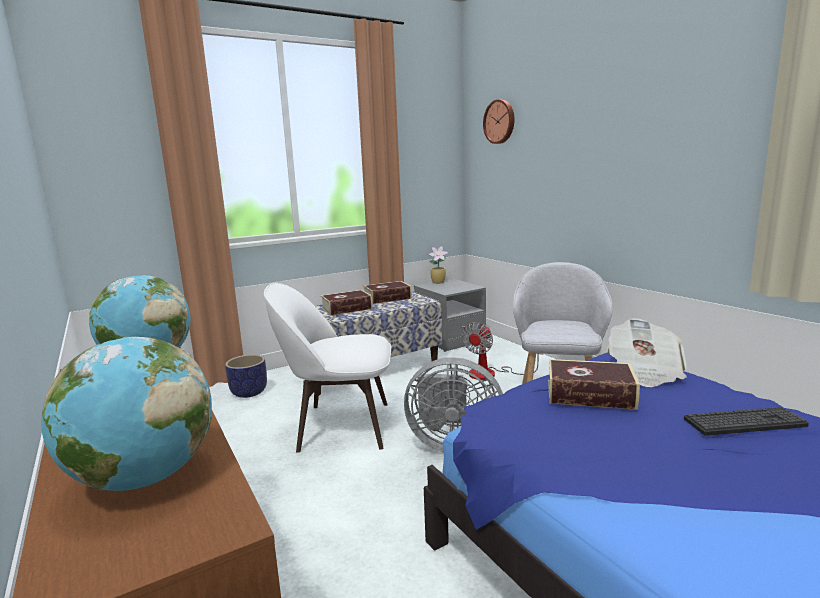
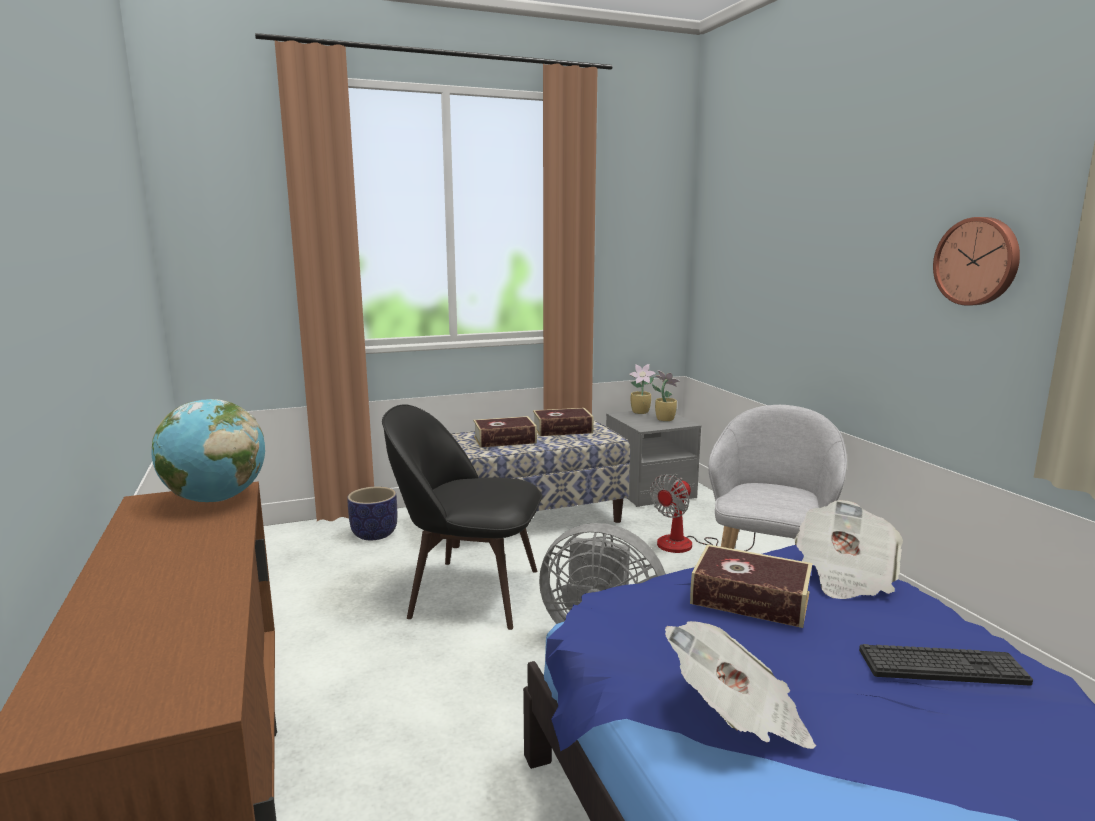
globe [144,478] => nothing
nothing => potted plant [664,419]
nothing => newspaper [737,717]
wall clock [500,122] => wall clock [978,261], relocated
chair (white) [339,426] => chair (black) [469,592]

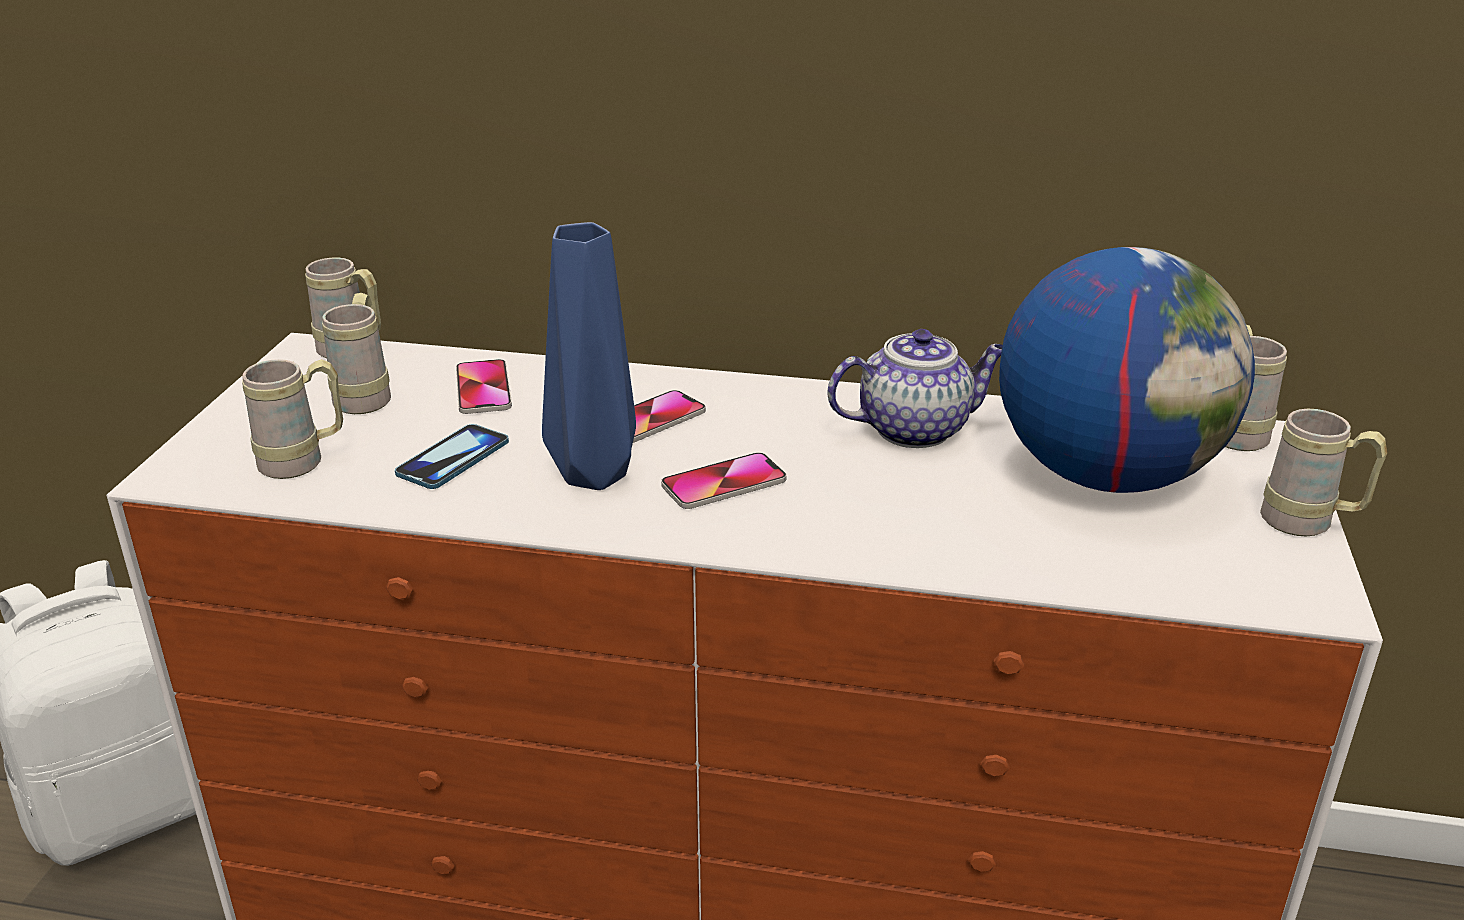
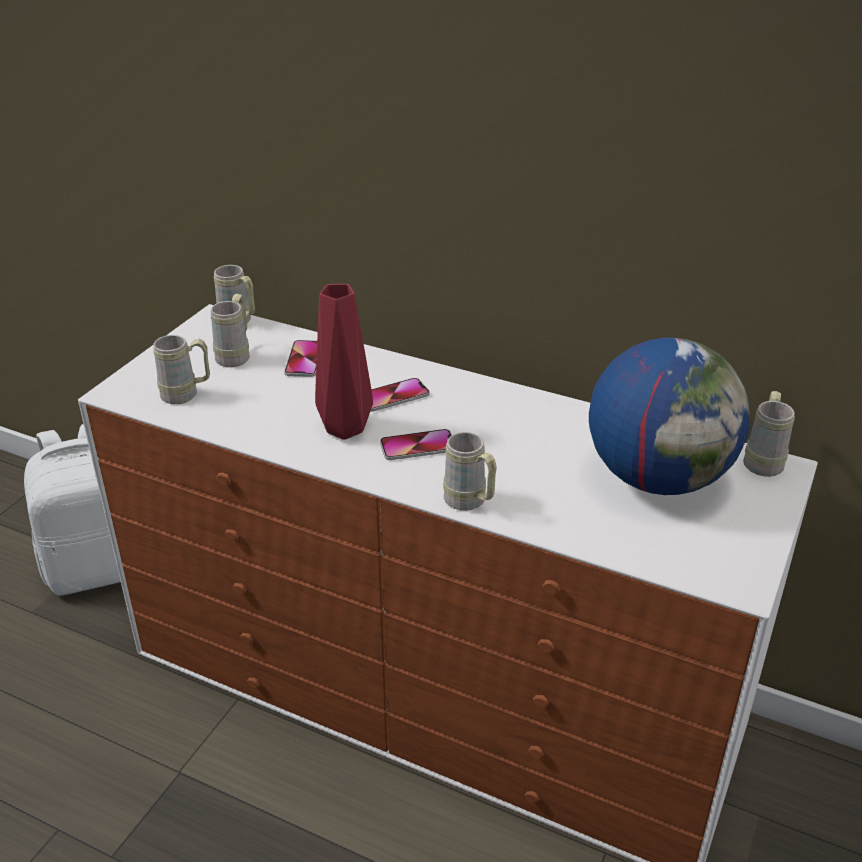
phone [453,459] => nothing
teapot [915,429] => nothing
mug (beige) [1309,524] => mug (beige) [470,503], relocated
vase (blue) [590,475] => vase (red) [342,428]

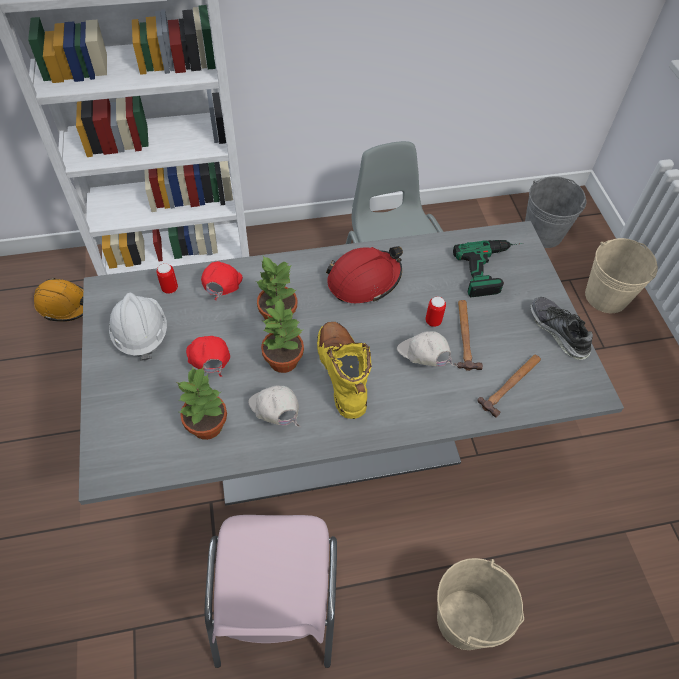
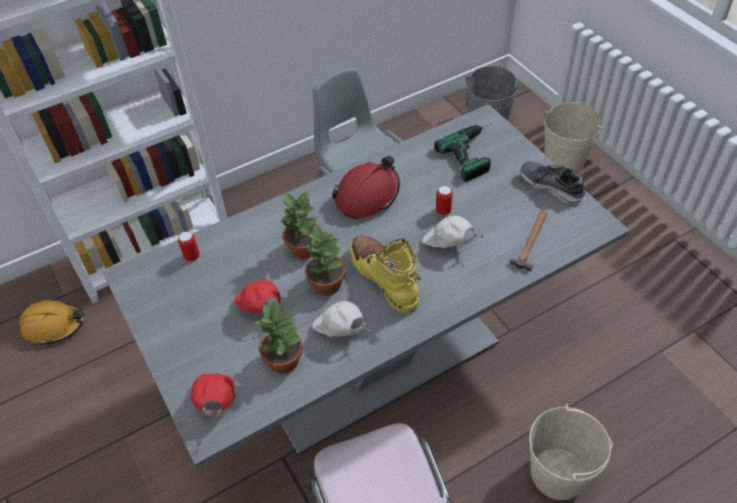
hard hat (white) [141,334] => nothing
hammer [465,336] => nothing
cap (red) [222,288] => cap (red) [215,401], relocated

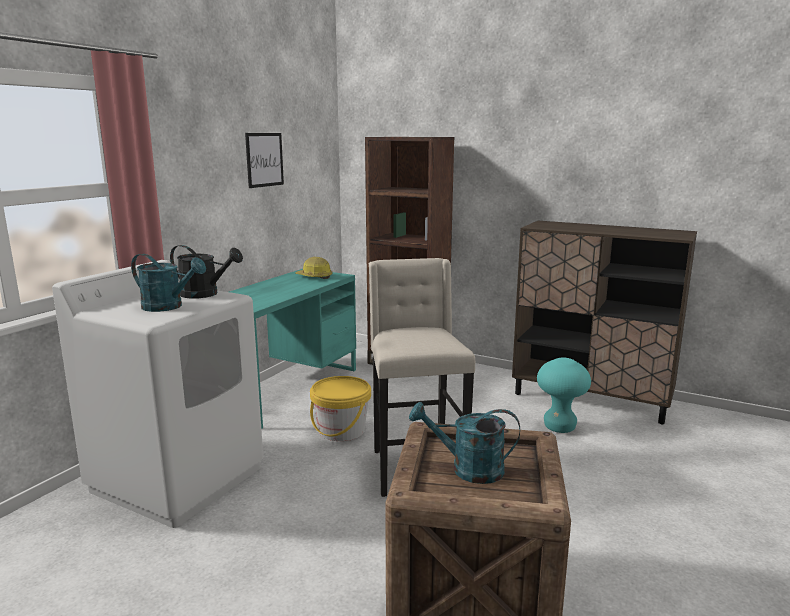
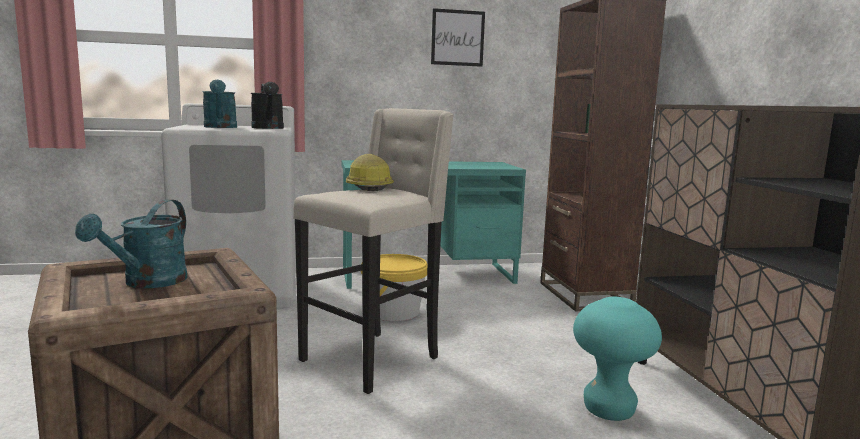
hard hat [314,277] => hard hat [368,187], relocated
watering can (turquoise) [467,469] => watering can (turquoise) [148,283], 135 degrees counterclockwise

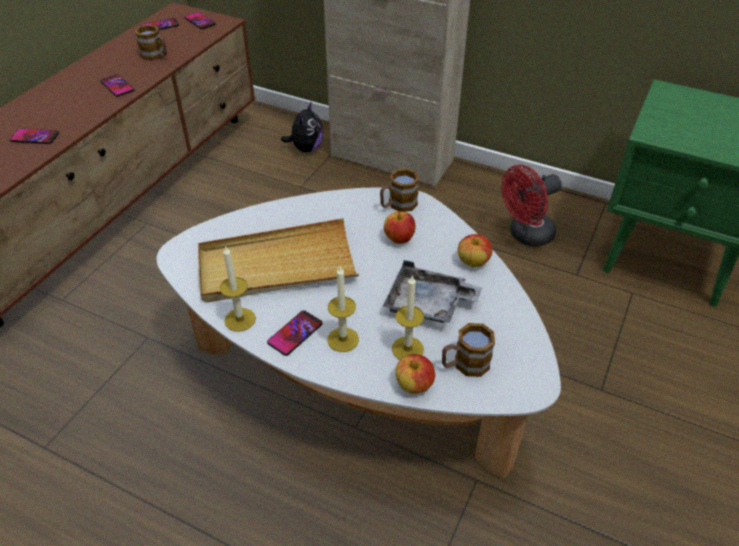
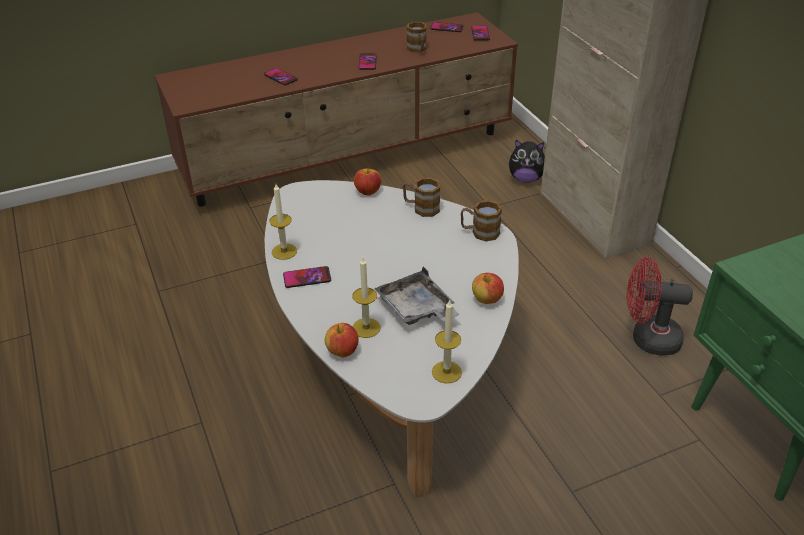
tray (beige) [276,266] => nothing
candle [343,339] => candle [446,372], relocated
apple [399,238] => apple [368,192], relocated
mug [464,365] => mug [421,208], relocated
plush toy [306,148] => plush toy [526,179], 45 degrees clockwise

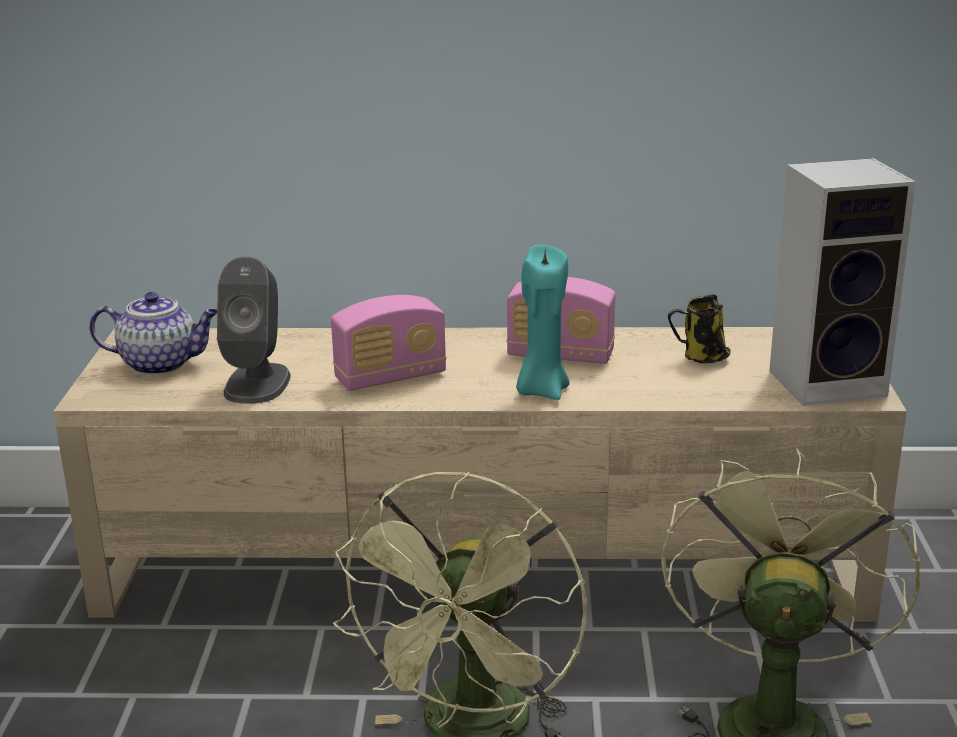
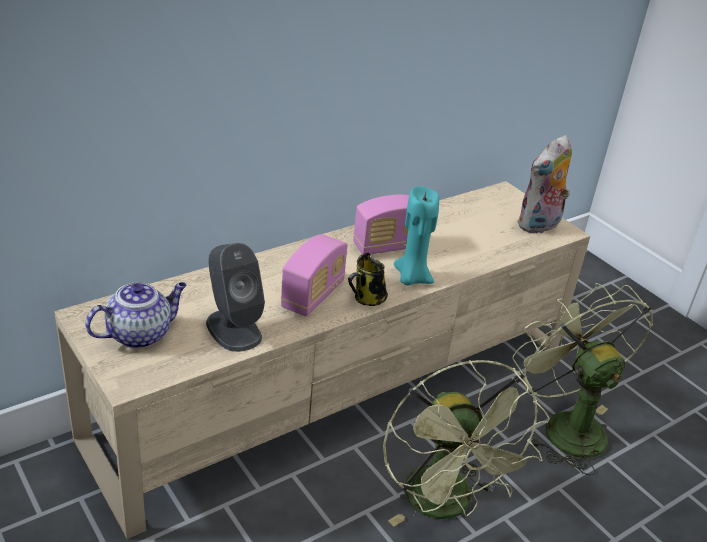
mug [702,358] => mug [367,299], relocated
speaker [830,382] => plush toy [539,226]

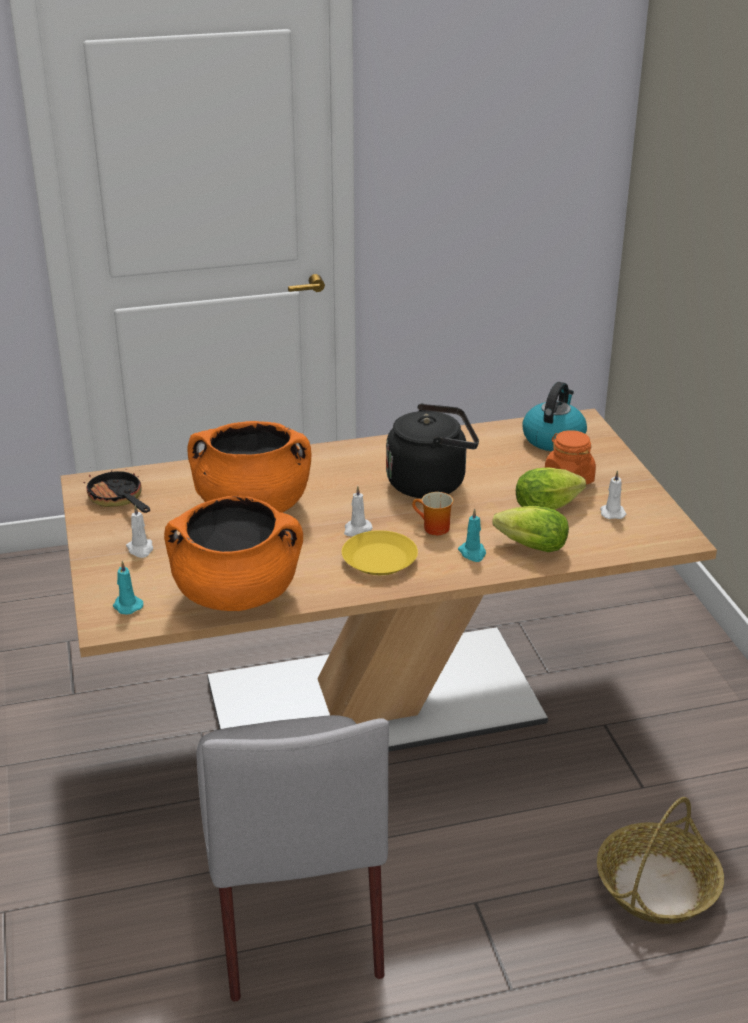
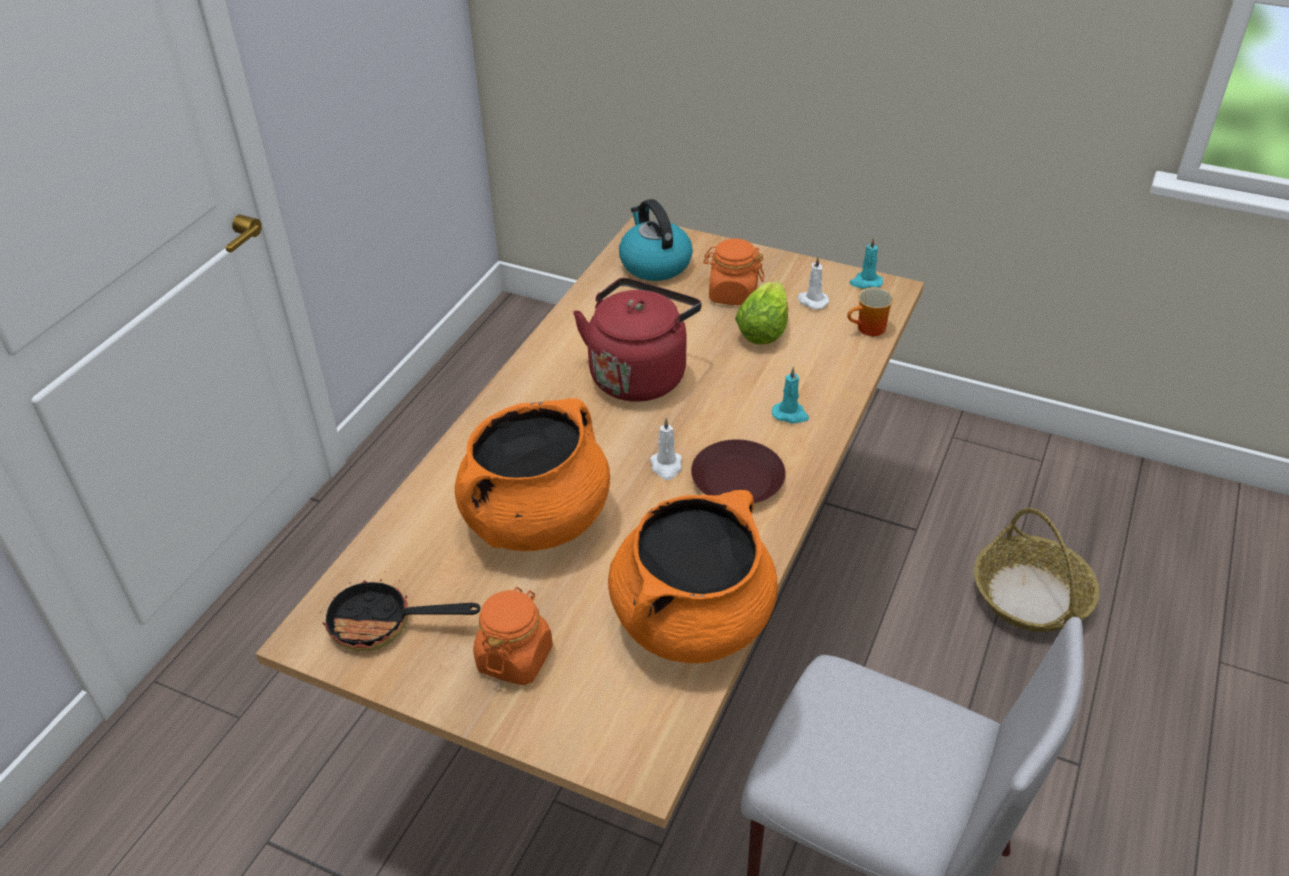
lettuce [528,546] => nothing
candle (turquoise) [127,605] => candle (turquoise) [865,282], relocated
mug [432,528] => mug [869,330], relocated
candle (white) [140,549] => jar (orange) [515,658]
plate (yellow) [380,560] => plate (brown) [738,480]
kettle (black) [431,483] => kettle (red) [640,374]

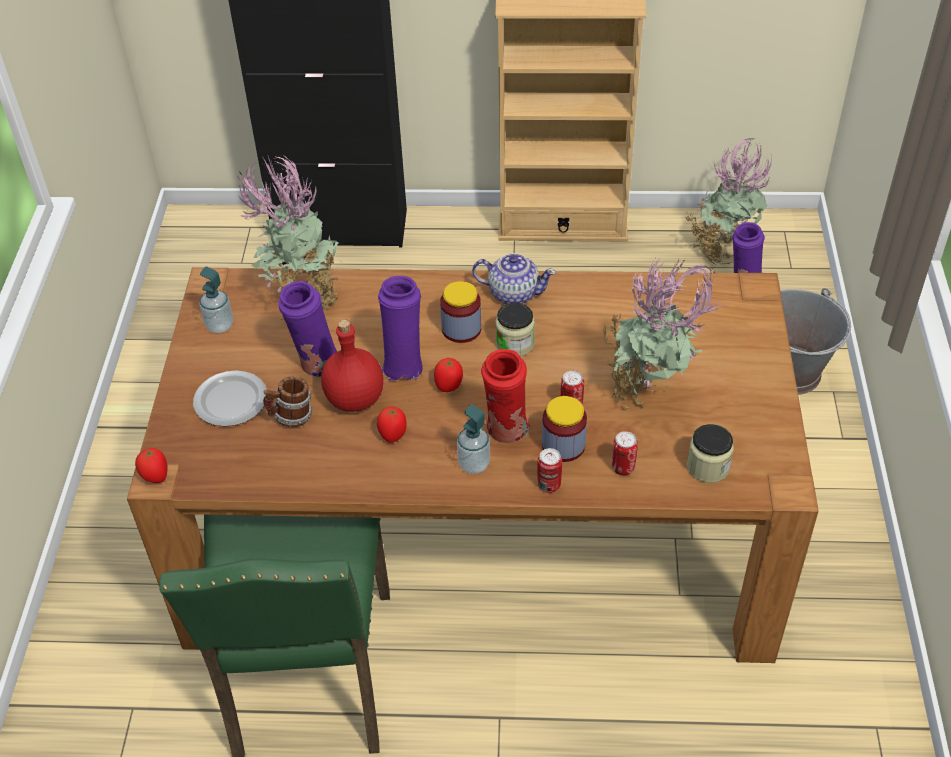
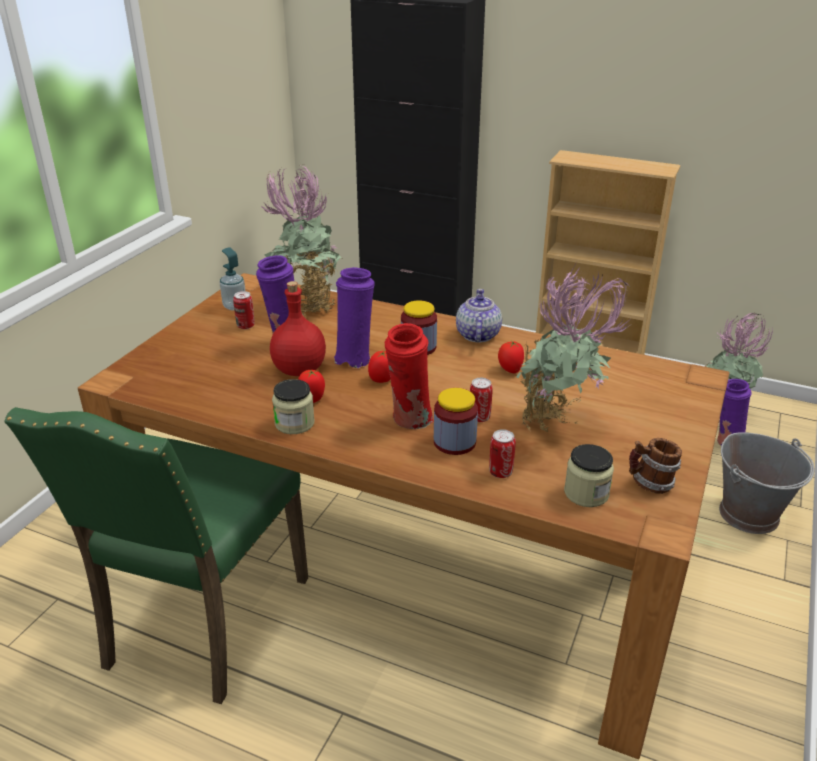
plate [230,400] => nothing
soap dispenser [474,464] => nothing
tomato [155,477] => tomato [510,370], relocated
mug [291,417] => mug [650,484], relocated
jar [515,343] => jar [294,423], relocated
can [549,485] => can [245,326], relocated
teapot [513,293] => teapot [477,335], 120 degrees counterclockwise

